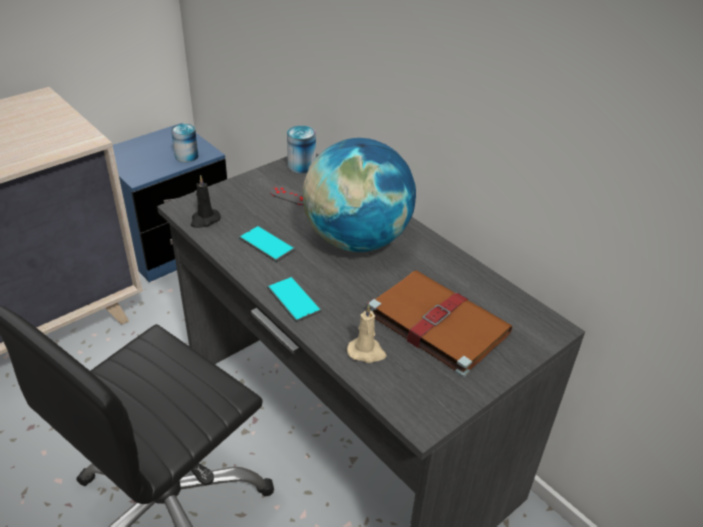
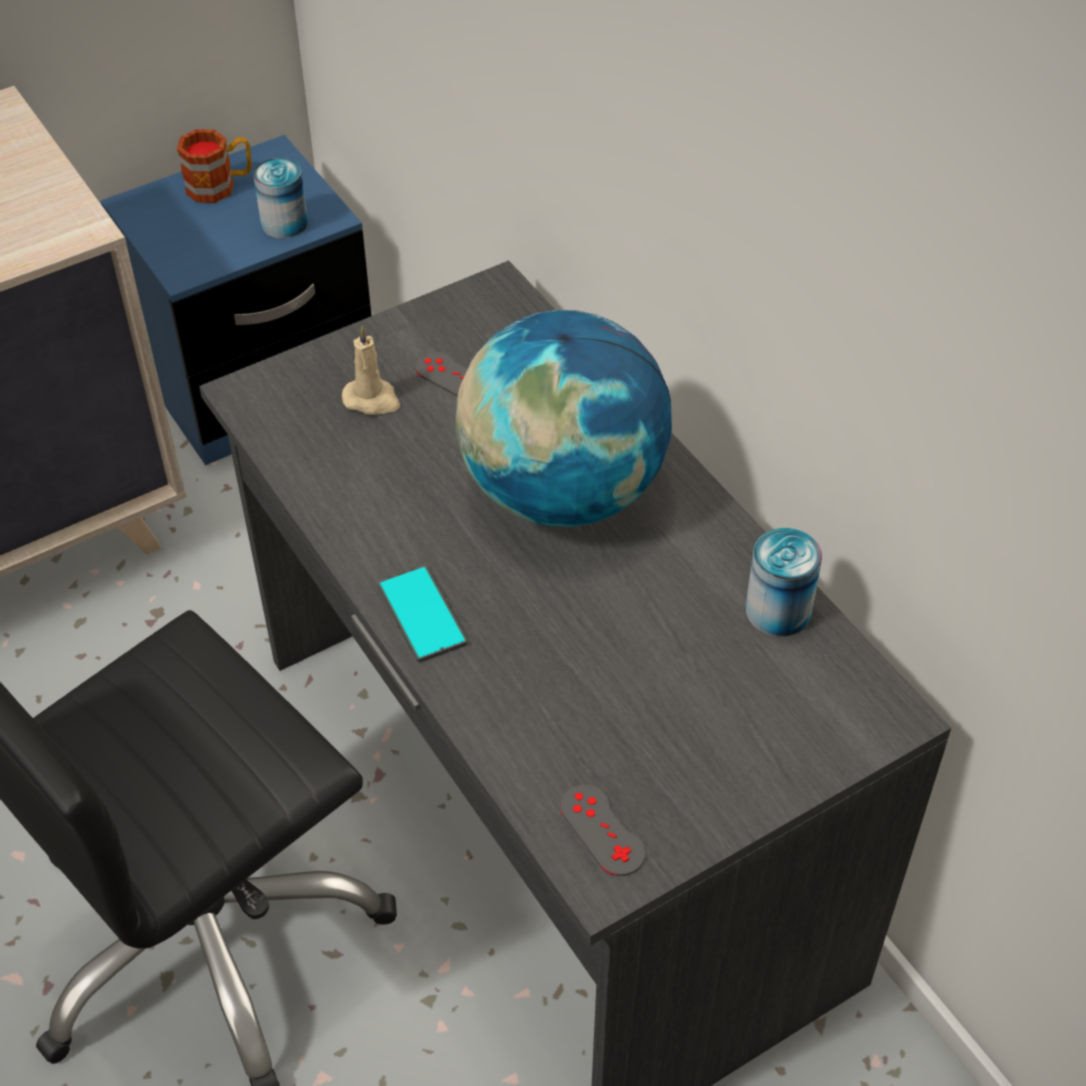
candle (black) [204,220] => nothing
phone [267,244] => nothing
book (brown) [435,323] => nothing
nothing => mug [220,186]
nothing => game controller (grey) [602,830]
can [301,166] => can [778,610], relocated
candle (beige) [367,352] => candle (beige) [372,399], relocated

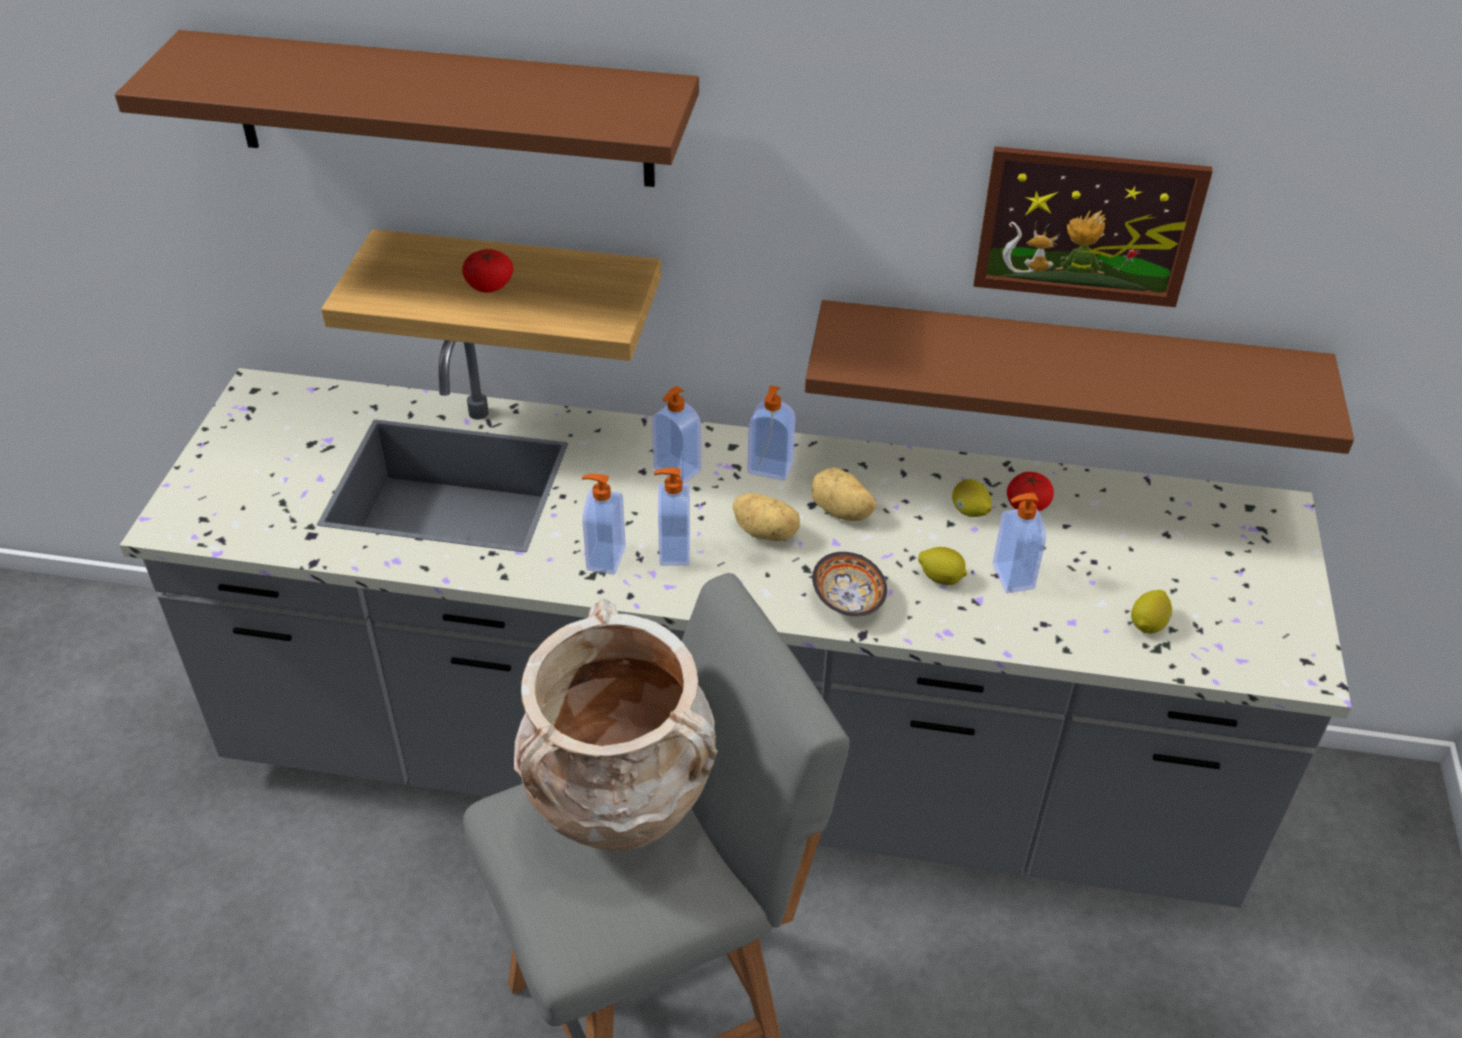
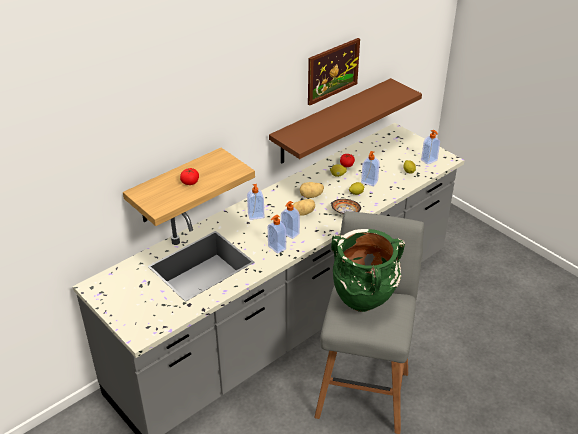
shelf (brown) [441,110] => nothing
soap dispenser [769,469] => soap dispenser [429,160], relocated
vase (beige) [623,821] => vase (green) [364,303]

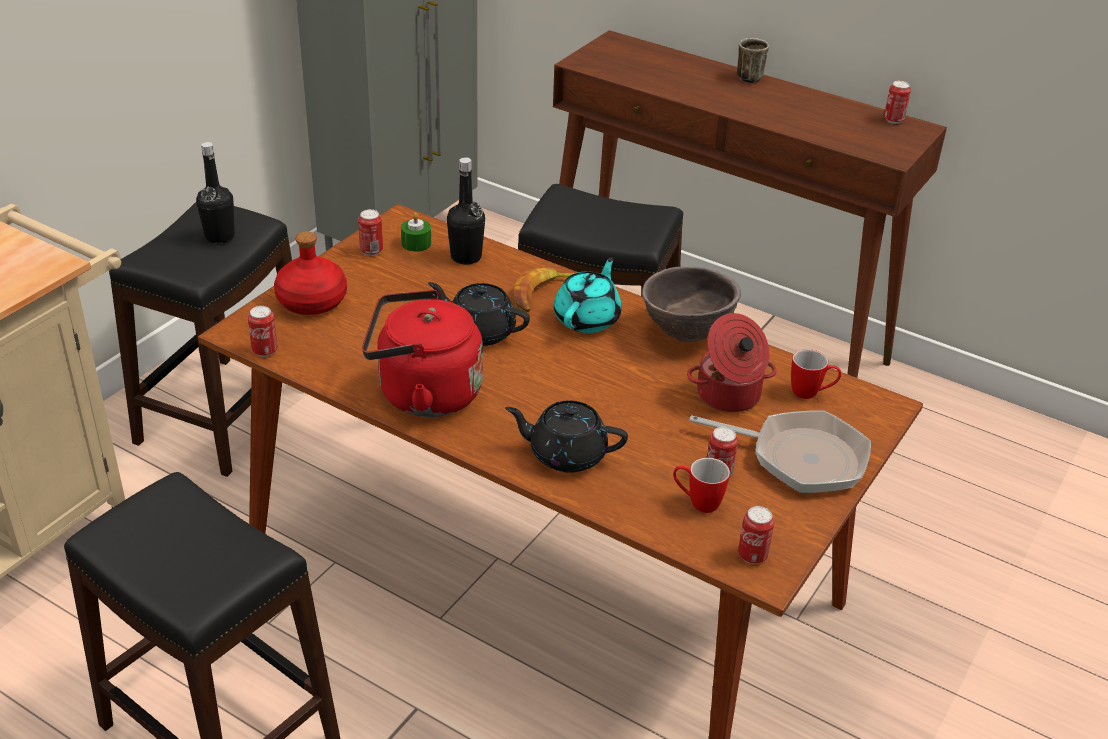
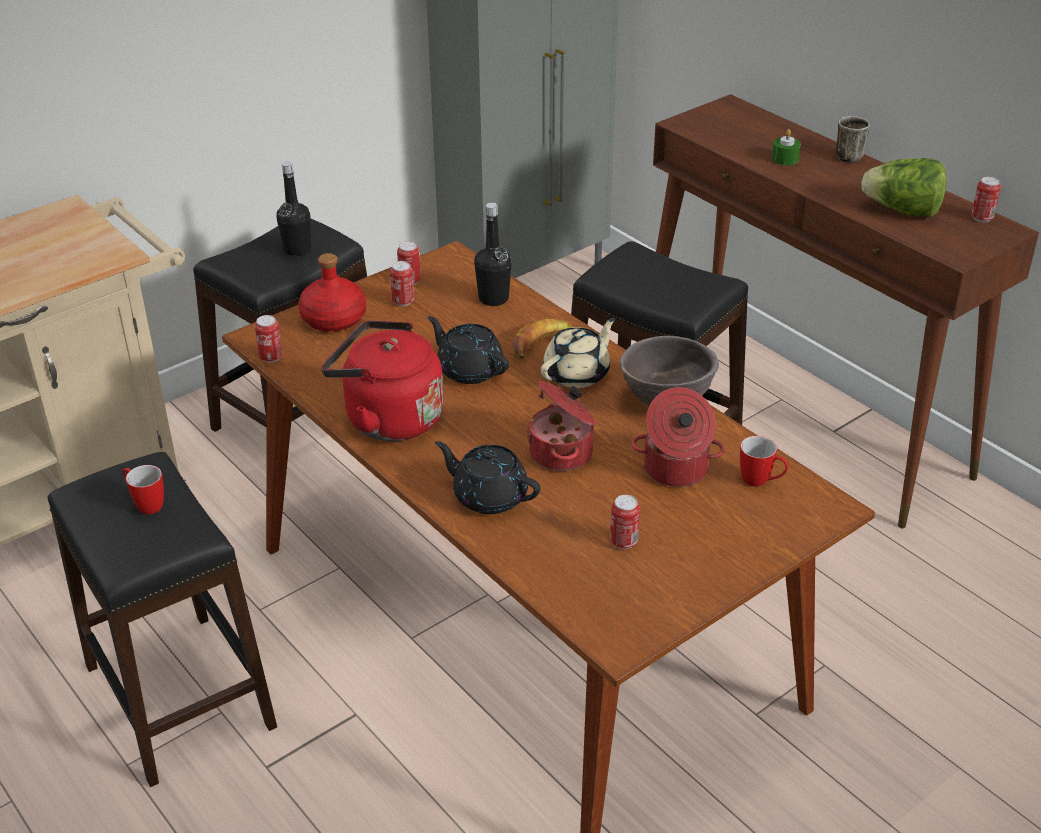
frying pan [799,457] => nothing
nothing => cooking pot [563,453]
nothing => lettuce [902,211]
candle (green) [416,243] => candle (green) [785,159], relocated
mug [697,502] => mug [145,504], relocated
can [752,556] => can [403,301], relocated
teapot (turquoise) [588,318] => teapot (beige) [577,374]

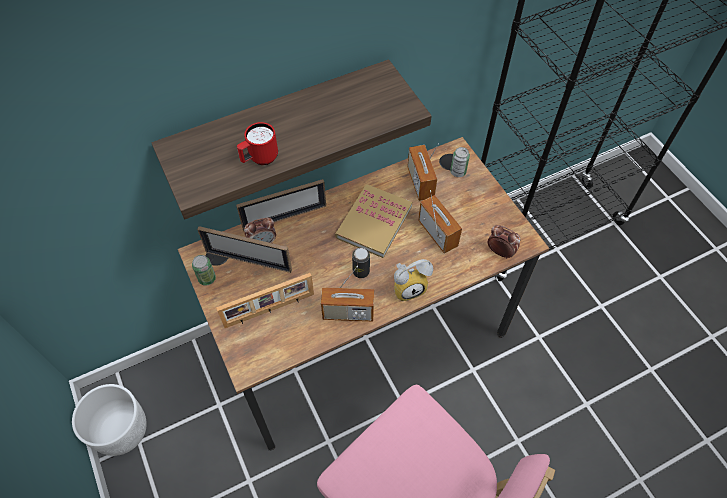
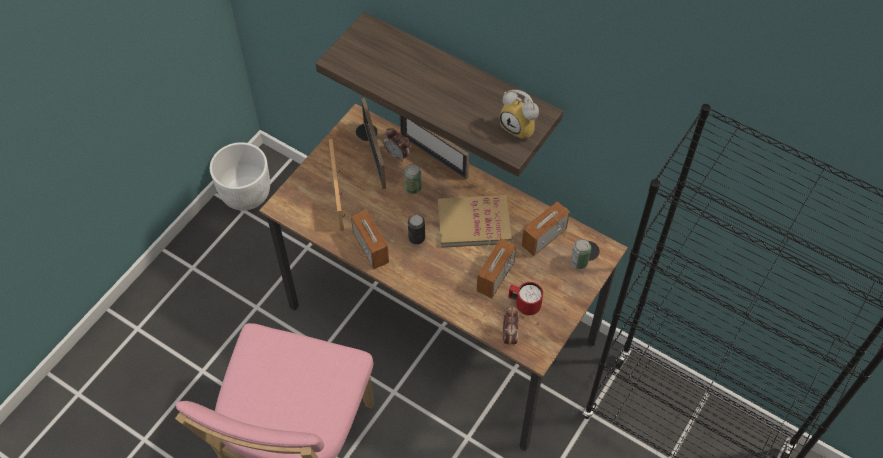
can [207,278] => can [413,188], relocated
mug (red) [259,159] => mug (red) [524,305], relocated
alarm clock [409,287] => alarm clock [521,127], relocated
picture frame [269,310] => picture frame [339,194], 135 degrees counterclockwise

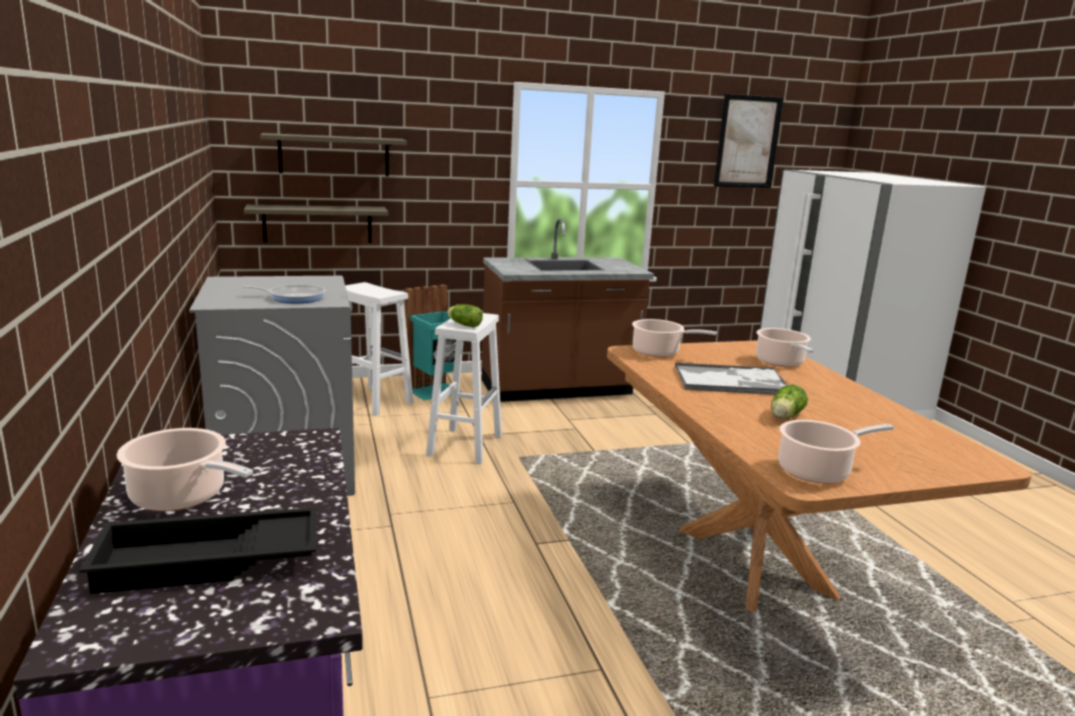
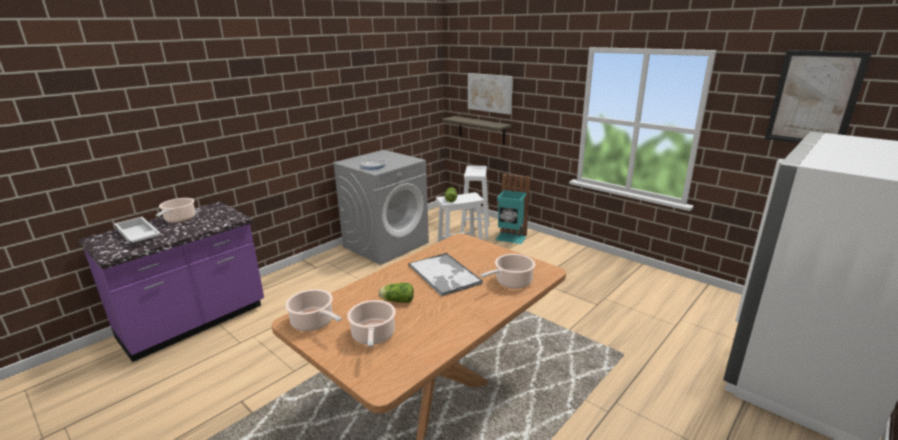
counter (brown) [558,390] => nothing
cooking pot [659,352] => cooking pot [373,336], relocated
shelf [334,155] => picture [490,93]
tray (black) [208,563] => tray (white) [137,235]

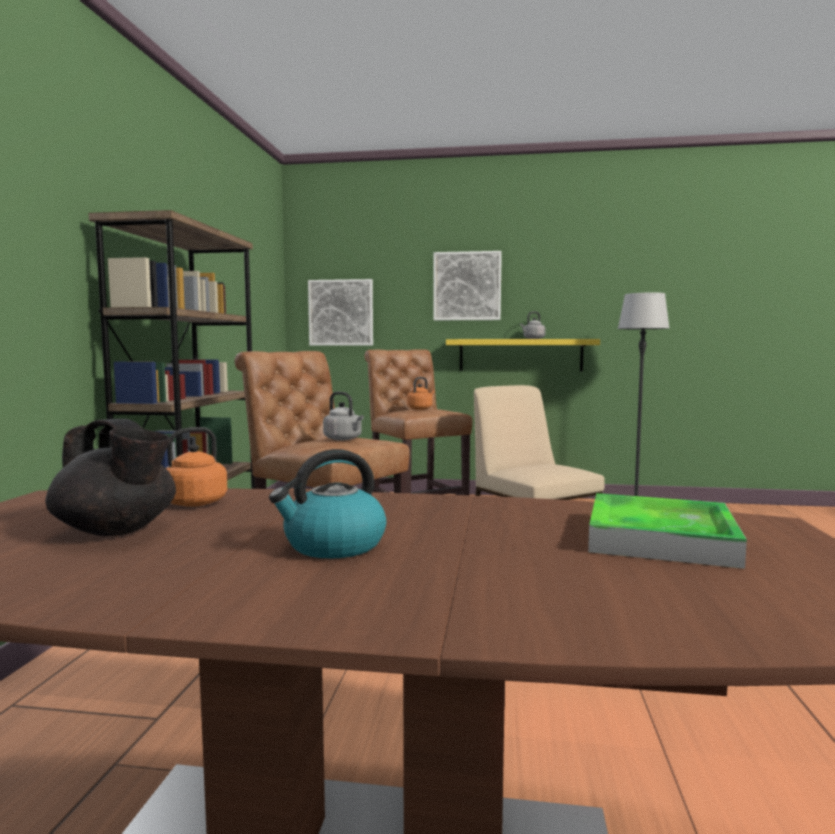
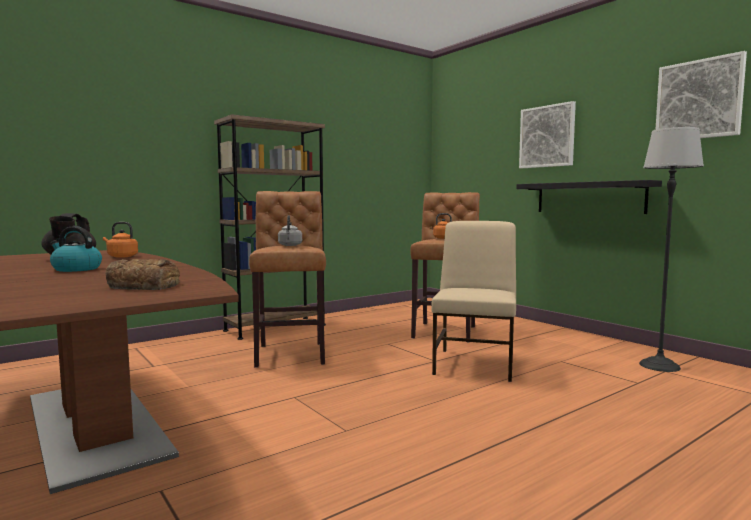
kettle (grey) [533,338] => nothing
picture [341,313] => picture [698,100], relocated
tray [660,538] => bread [144,285]
shelf (yellow) [520,355] => shelf (black) [589,197]

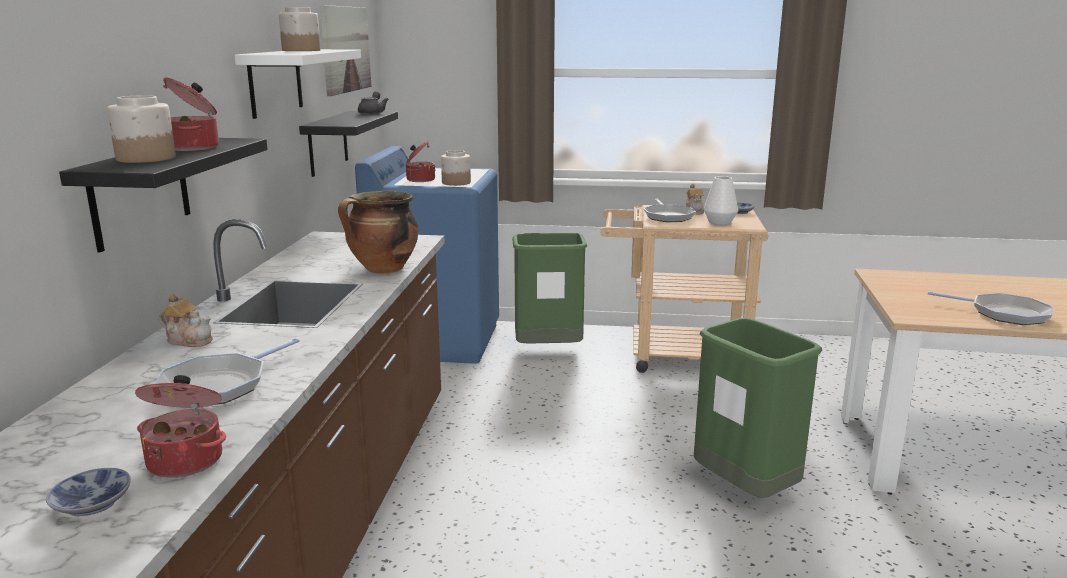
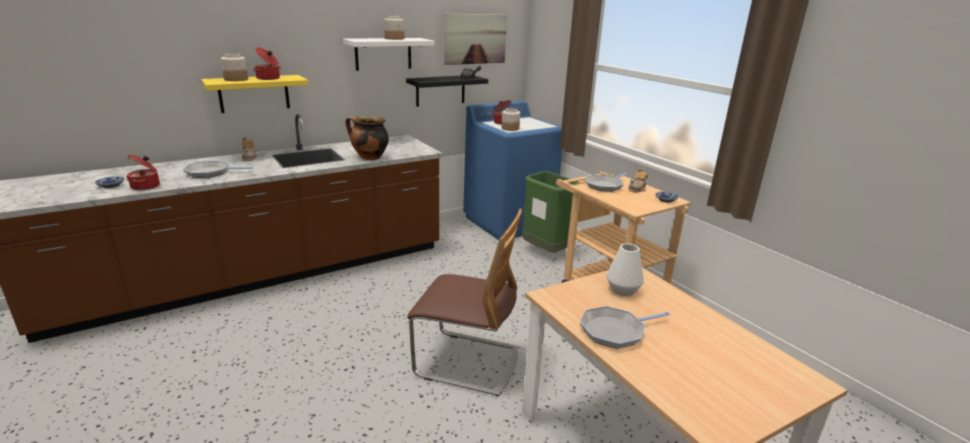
vase (white) [719,222] => vase (white) [622,290], relocated
trash can (green) [745,490] => chair [467,362]
shelf (black) [140,192] => shelf (yellow) [254,93]
frying pan [1004,314] => frying pan [615,331], 75 degrees clockwise

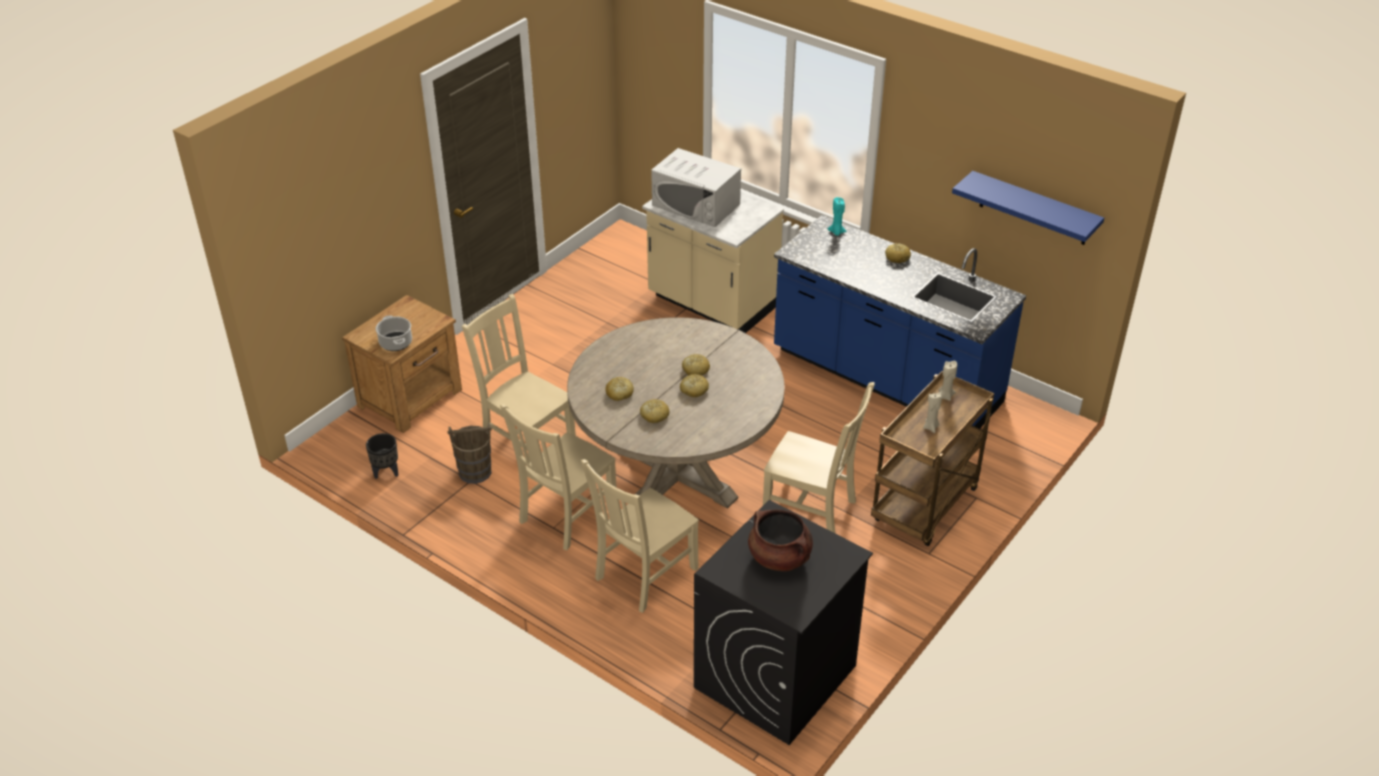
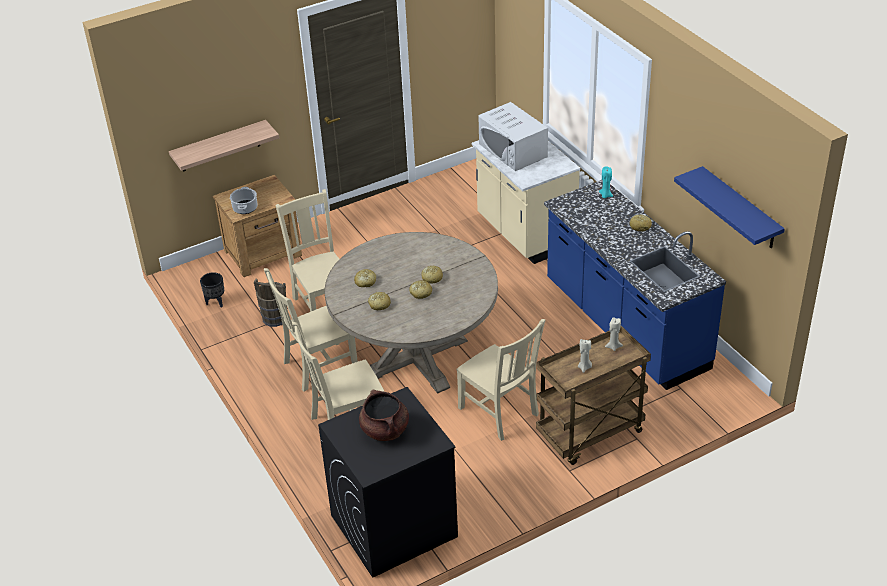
nothing => shelf [219,146]

